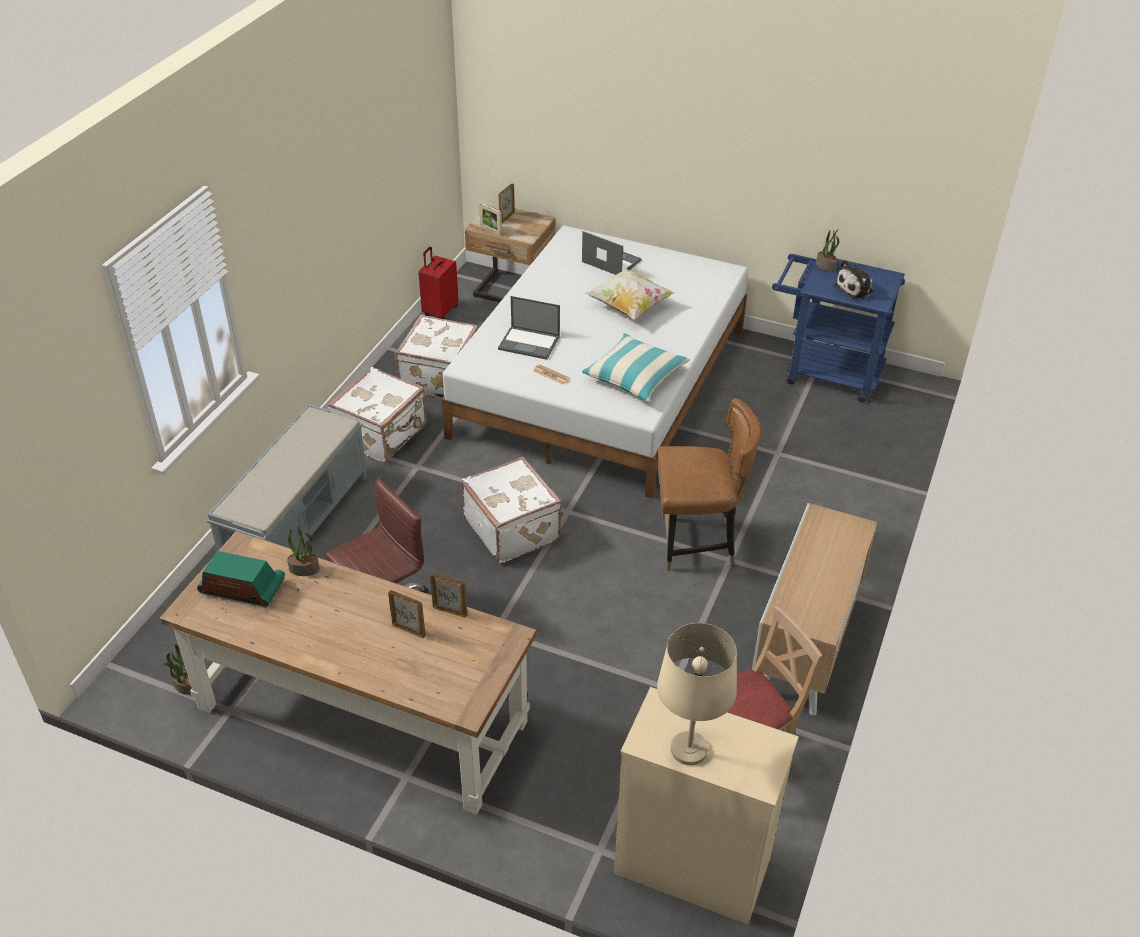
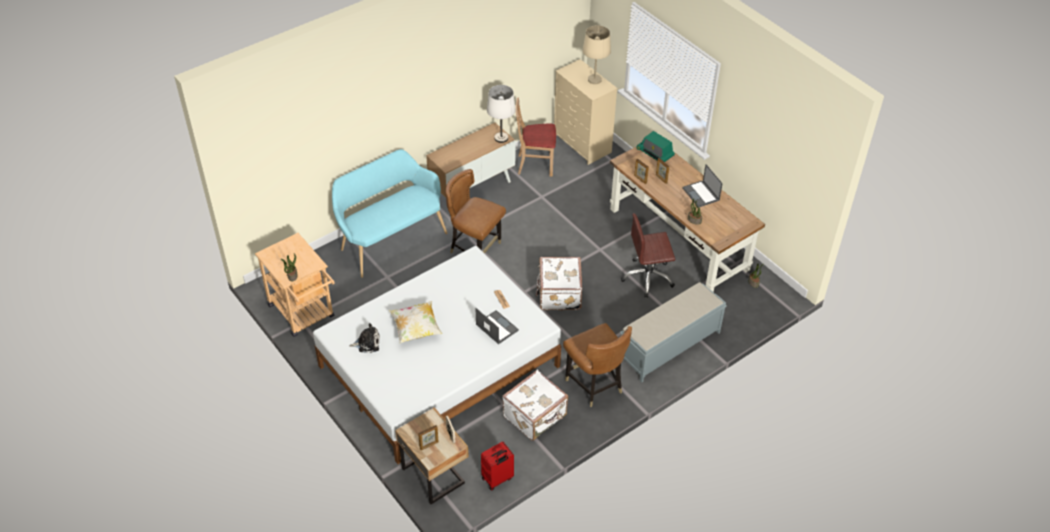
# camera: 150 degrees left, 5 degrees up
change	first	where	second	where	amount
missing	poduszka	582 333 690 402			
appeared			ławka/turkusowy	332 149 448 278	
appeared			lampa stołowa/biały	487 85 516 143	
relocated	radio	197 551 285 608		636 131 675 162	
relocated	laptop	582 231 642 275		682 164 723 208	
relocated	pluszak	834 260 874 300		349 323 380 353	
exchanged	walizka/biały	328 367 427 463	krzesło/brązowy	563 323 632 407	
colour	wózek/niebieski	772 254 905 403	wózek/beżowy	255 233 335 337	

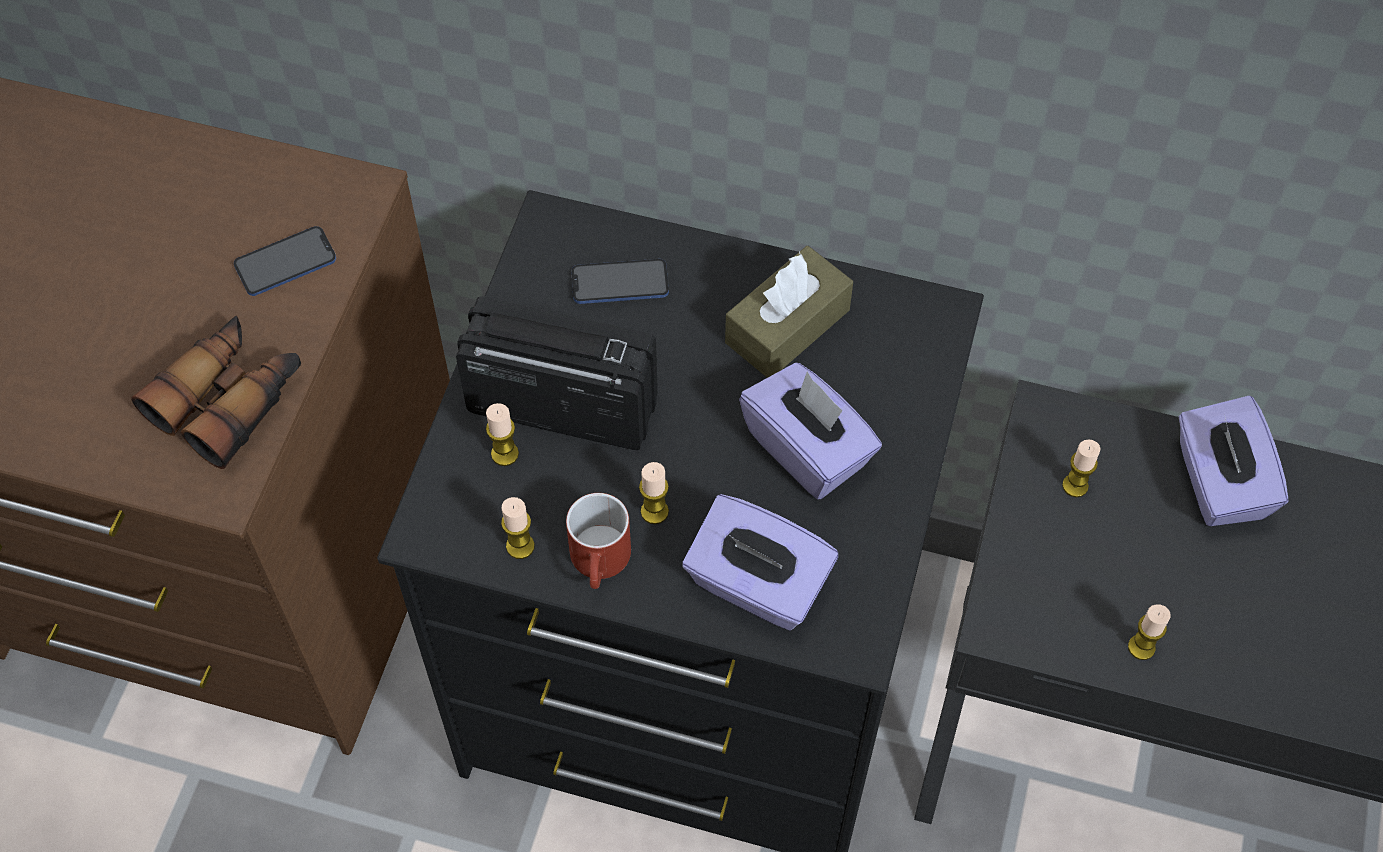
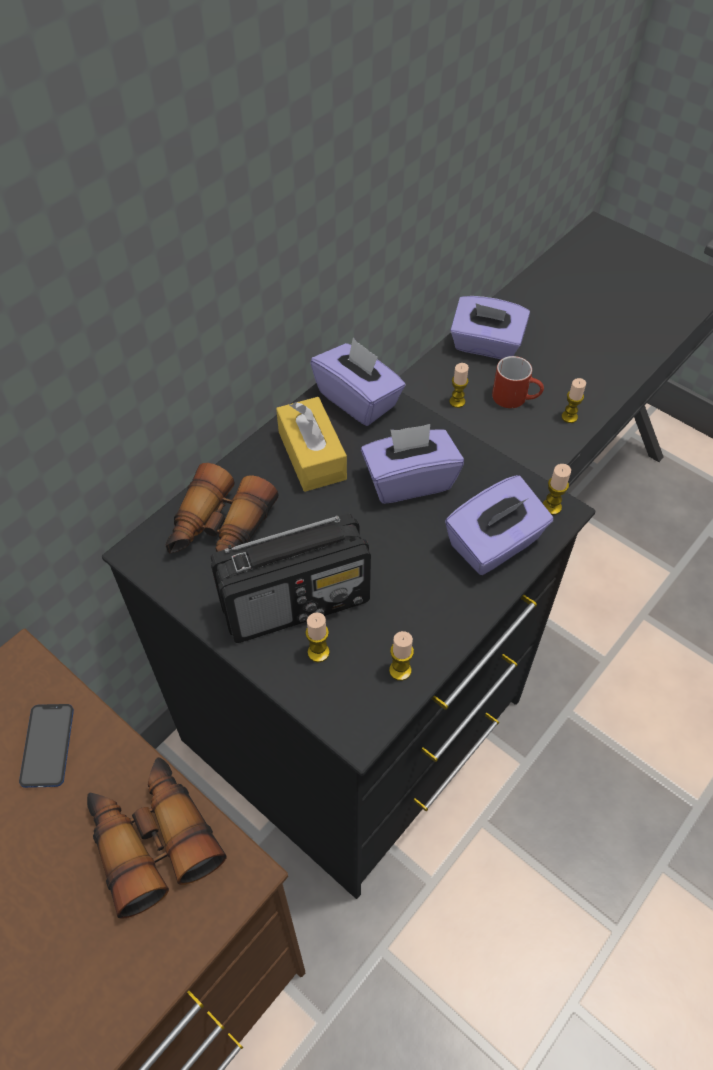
# camera: 65 degrees left, 5 degrees down
change	first	where	second	where	amount
appeared			pudełko chusteczek/fioletowy	310 338 406 426	
relocated	kubek/czerwony	566 493 631 589		492 356 544 408	
relocated	świeca	639 462 669 524		543 464 571 515	
exchanged	telefon	571 259 669 304	lornetka	166 463 279 553	
colour	pudełko chusteczek/brązowy	725 246 853 378	pudełko chusteczek/żółty	276 397 347 492	
spun	radio	456 296 658 451		211 514 371 643	150 degrees counterclockwise

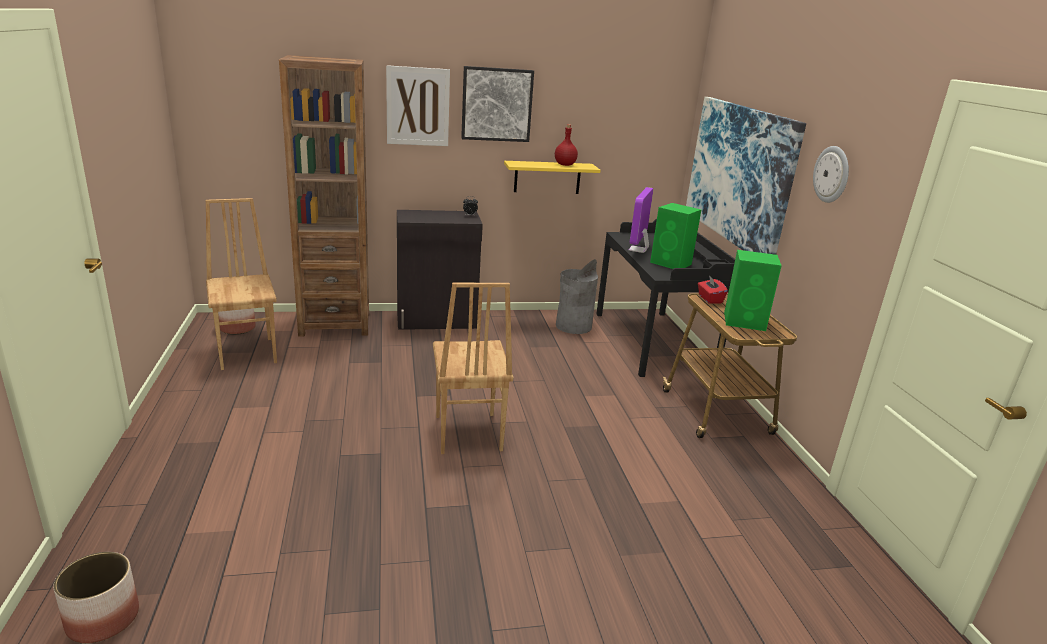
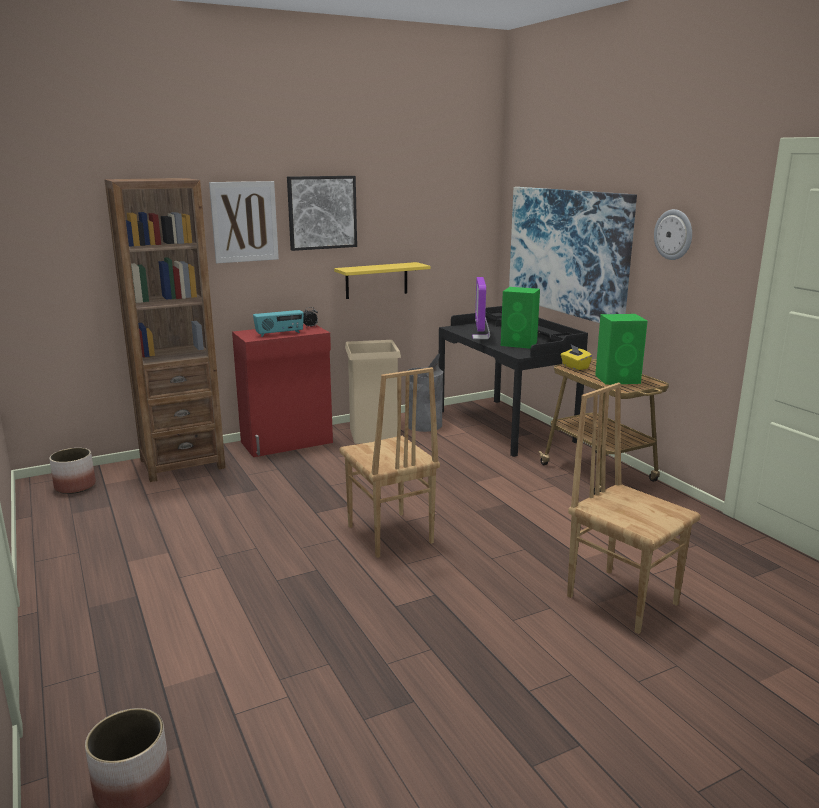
# camera: 15 degrees left, 5 degrees down
change	first	where	second	where	amount
missing	butelka/czerwony	555 124 578 166			
appeared			radio	253 310 304 337	
appeared			kosz na śmieci/beżowy	345 340 401 444	
relocated	krzesło/brązowy	205 198 277 370		567 383 701 634	
colour	szafka/czarny	397 210 483 330	szafka/czerwony	232 324 333 457	
colour	pudełko chusteczek/czerwony	698 275 728 304	pudełko chusteczek/żółty	561 345 592 370	

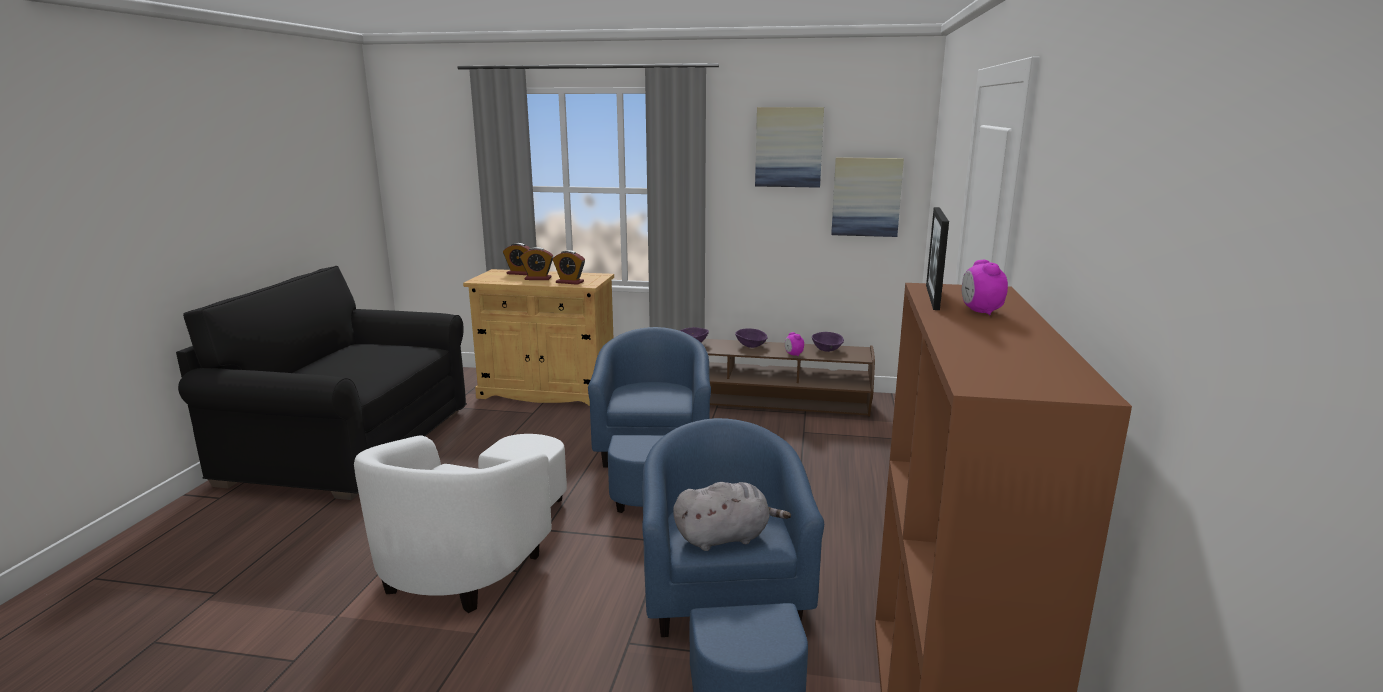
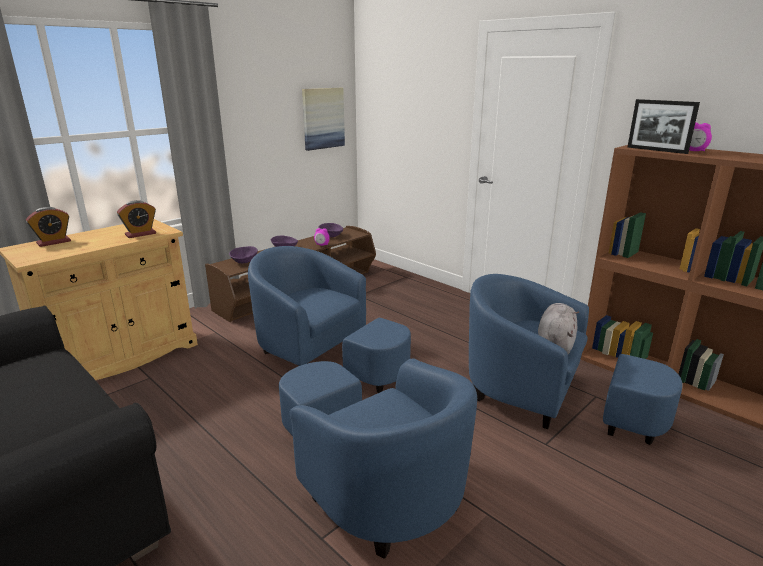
# camera: 55 degrees left, 5 degrees up
change	first	where	second	where	amount
missing	budzik	520 247 553 280			
missing	obraz	755 107 824 188			
colour	fotel/biały	354 434 567 613	fotel/niebieski	279 359 477 559	

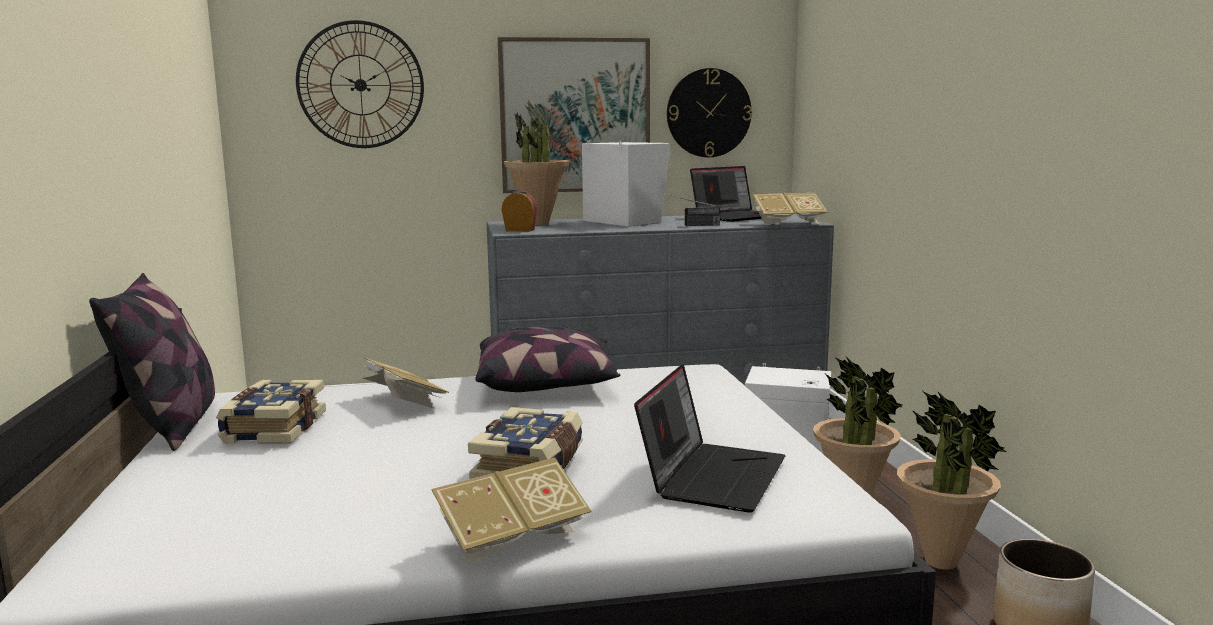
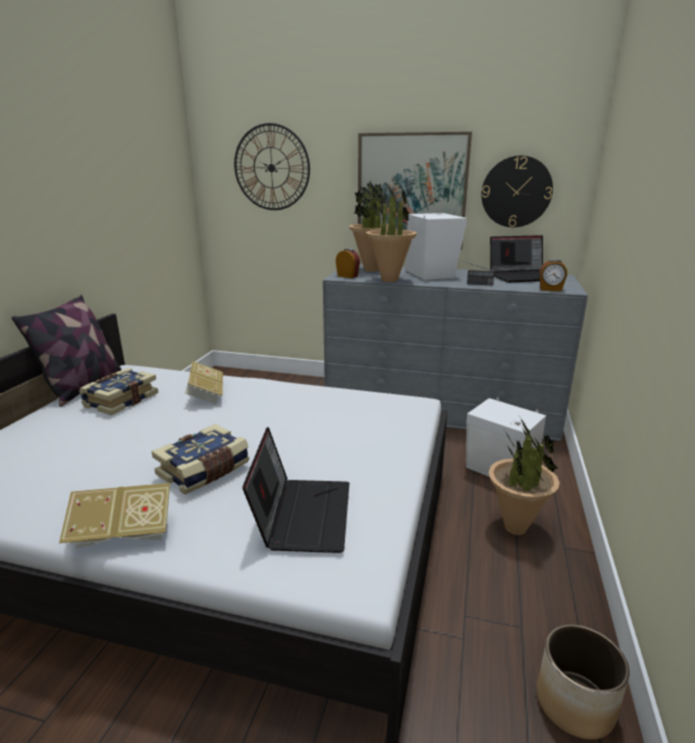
# camera: 25 degrees right, 10 degrees up
change	first	where	second	where	amount
missing	poduszka	475 327 620 392			
relocated	roślina doniczkowa	897 391 1006 569		366 184 417 282	
exchanged	książka	753 193 828 226	budzik	540 259 567 292	
spun	laptop	634 364 786 513		242 427 349 553	45 degrees counterclockwise

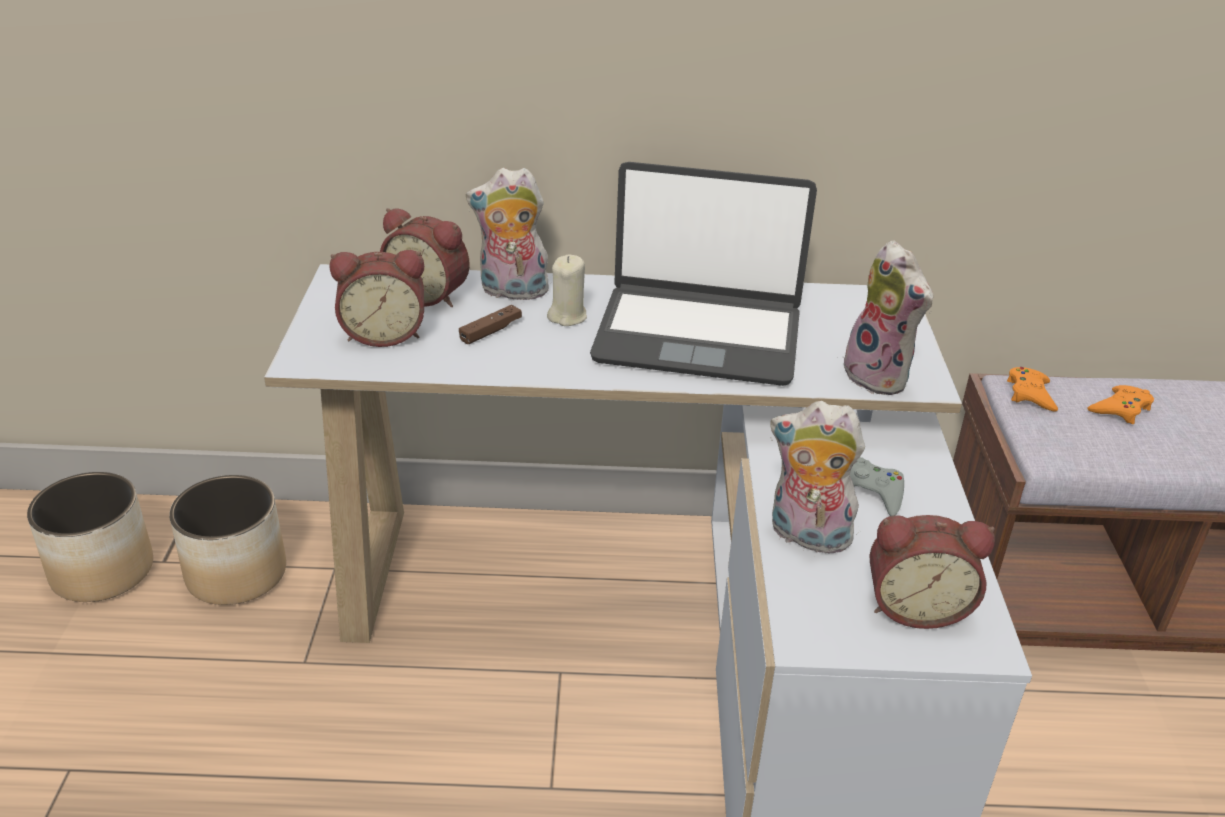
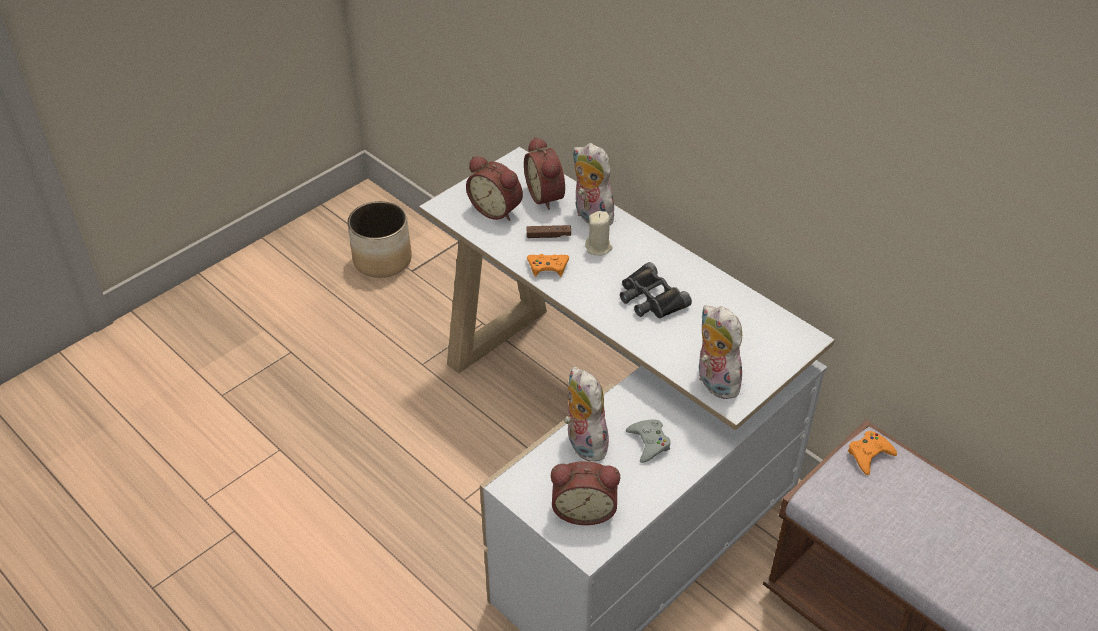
# camera: 45 degrees right, 10 degrees up
change	first	where	second	where	amount
missing	donica	169 475 286 605			
relocated	pad do gier/pomarańczowy	1087 385 1154 424		527 254 569 277	
exchanged	laptop	590 162 817 386	lornetka/czarny	620 262 692 319	
spun	pluszak	844 240 933 395		699 305 743 399	135 degrees clockwise
spun	budzik	869 515 995 629		551 461 620 525	45 degrees counterclockwise

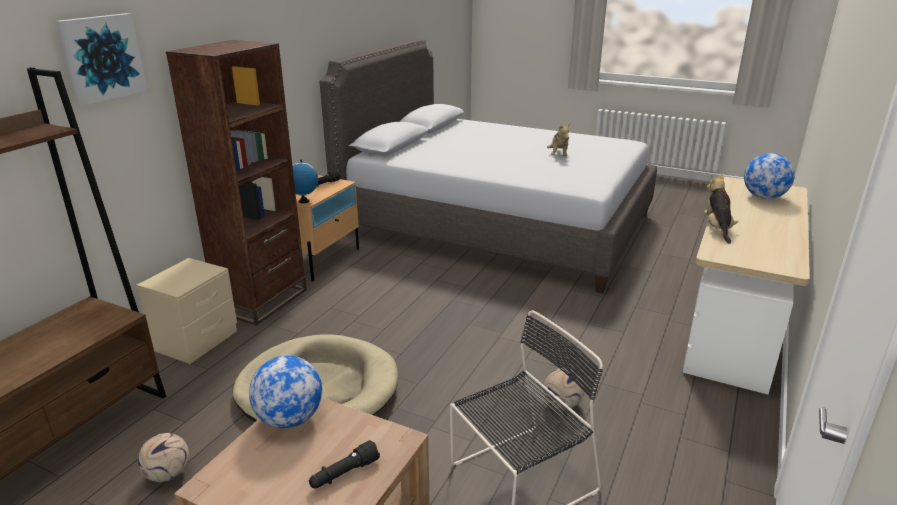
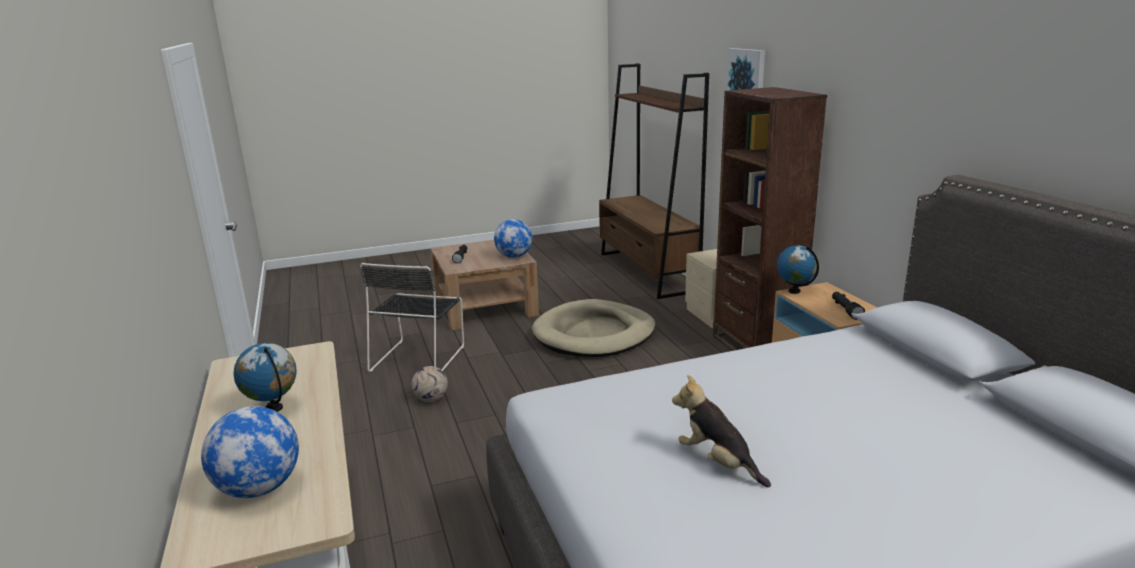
# camera: 135 degrees right, 5 degrees down
change	first	where	second	where	amount
missing	piłka futbolowa	138 433 189 482			
missing	pluszak	704 174 738 244			
appeared			globus	233 343 297 412	

